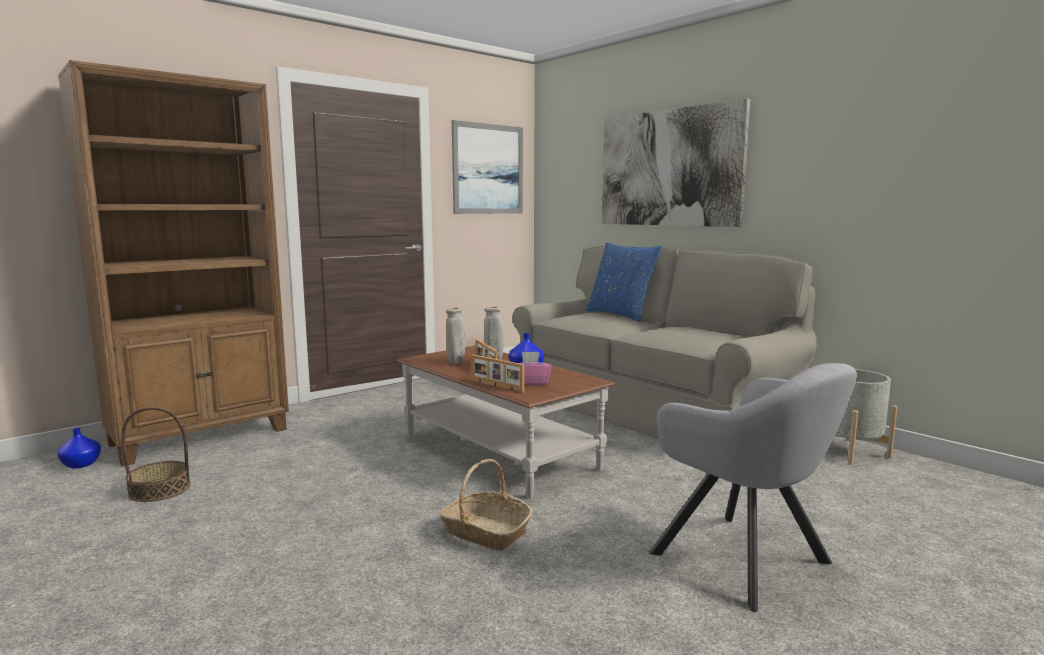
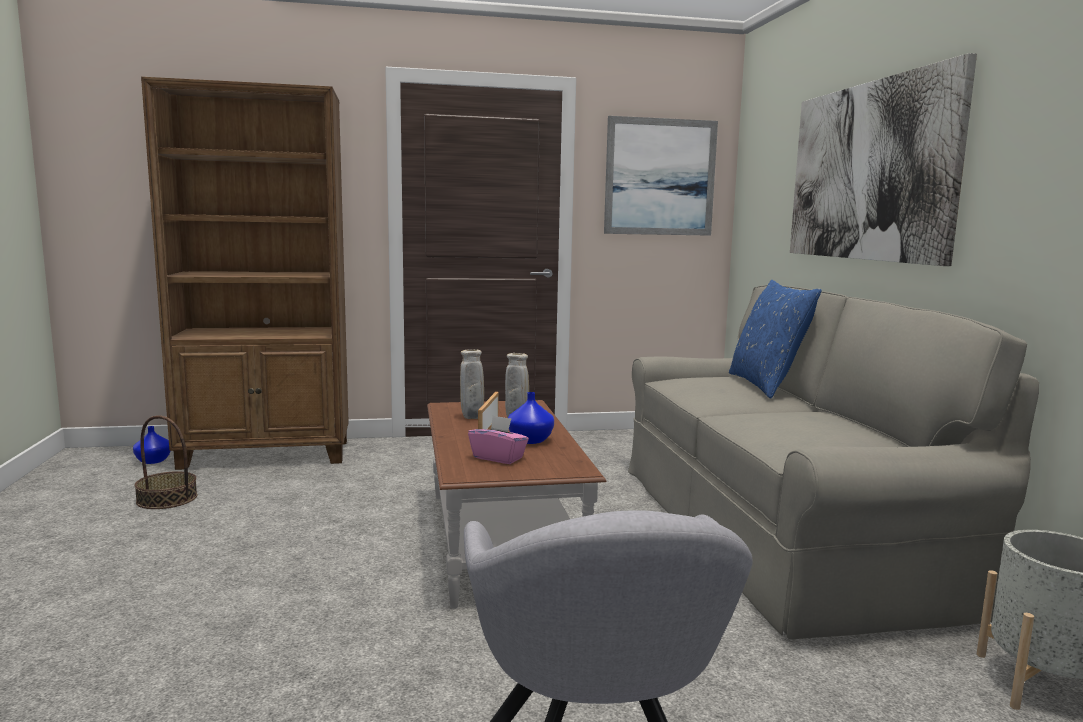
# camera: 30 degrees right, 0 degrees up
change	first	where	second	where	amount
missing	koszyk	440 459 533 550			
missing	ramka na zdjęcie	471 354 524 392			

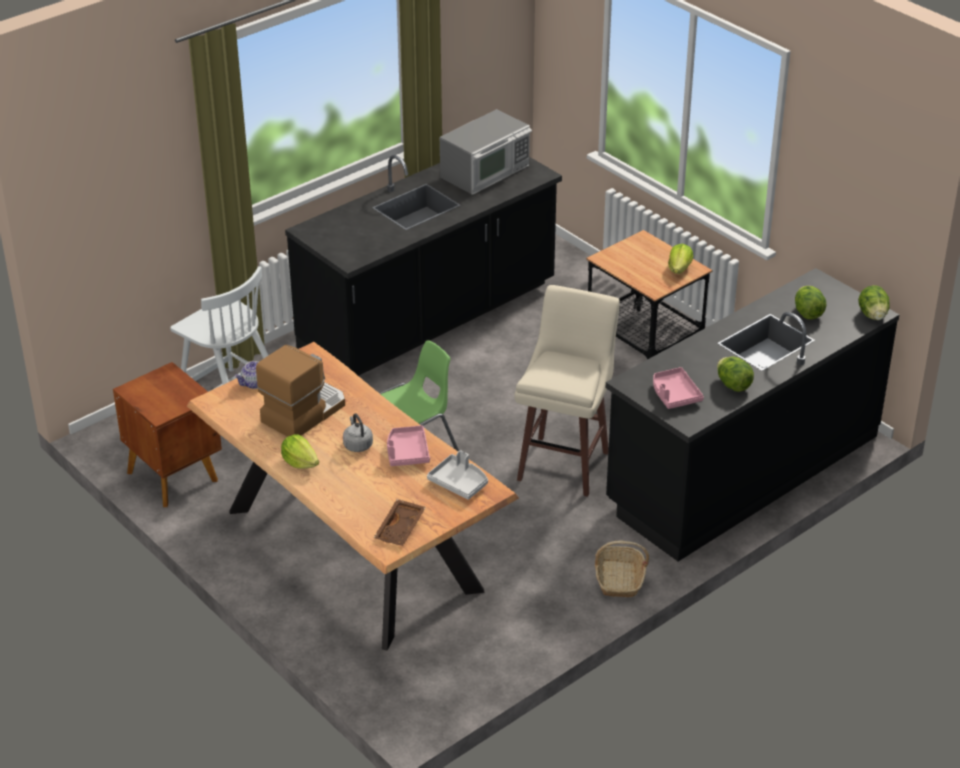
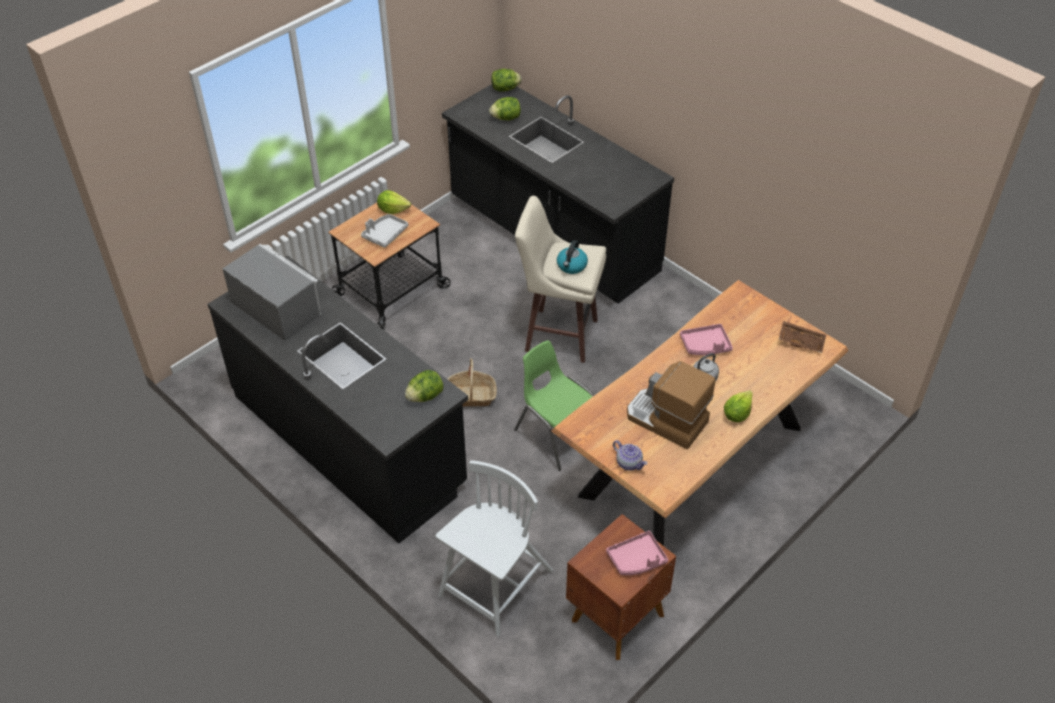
# camera: 95 degrees left, 10 degrees up
change	first	where	second	where	amount
appeared			czajnik	557 240 588 274	
relocated	taca/szary	427 450 488 500		361 214 409 248	
relocated	koszyk	595 541 649 597		447 358 497 407	
relocated	taca/różowy	653 367 704 409		606 531 668 575	
relocated	sałata	717 356 754 392		405 370 444 402	

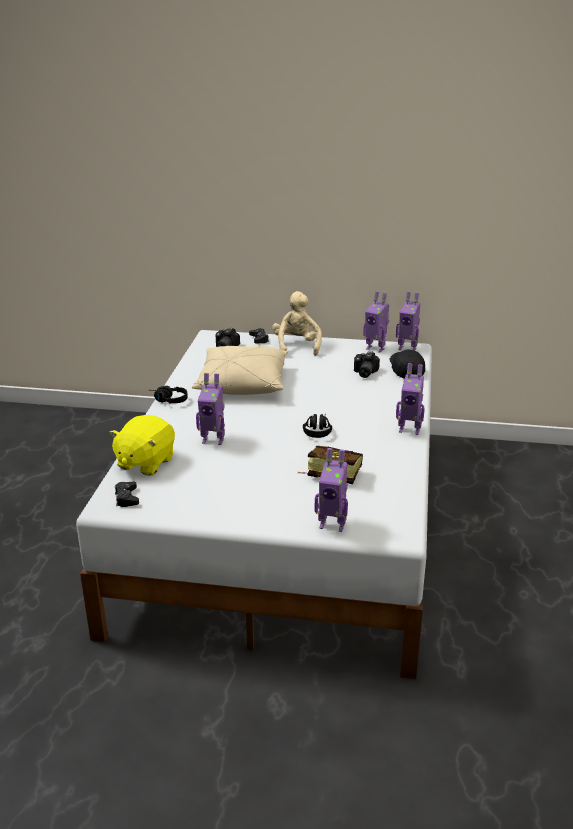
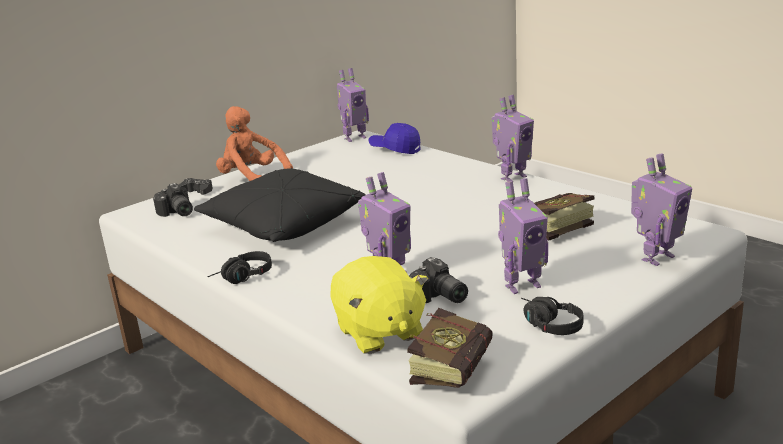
# camera: 50 degrees left, 5 degrees down
change	first	where	second	where	amount
relocated	słuchawki/czarny	303 413 332 438		521 297 584 335	
relocated	aparat fotograficzny	354 351 380 378		409 257 468 303	
relocated	robot zabawkowy	363 291 389 352		498 178 548 294	
exchanged	pad do gier/czarny	115 481 139 507	książka	407 308 493 388	
colour	poduszka/beżowy	192 346 288 395	poduszka/czarny	194 169 366 242	
colour	pluszak/beżowy	272 291 322 356	pluszak/pomarańczowy	216 106 293 181	
colour	czapka z daszkiem/czarny	389 349 425 379	czapka z daszkiem/niebieski	368 123 421 154	

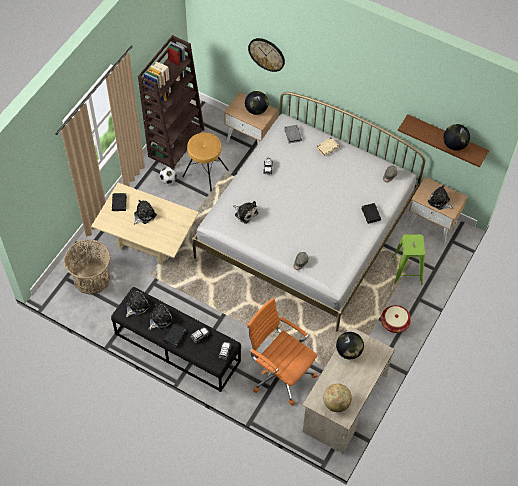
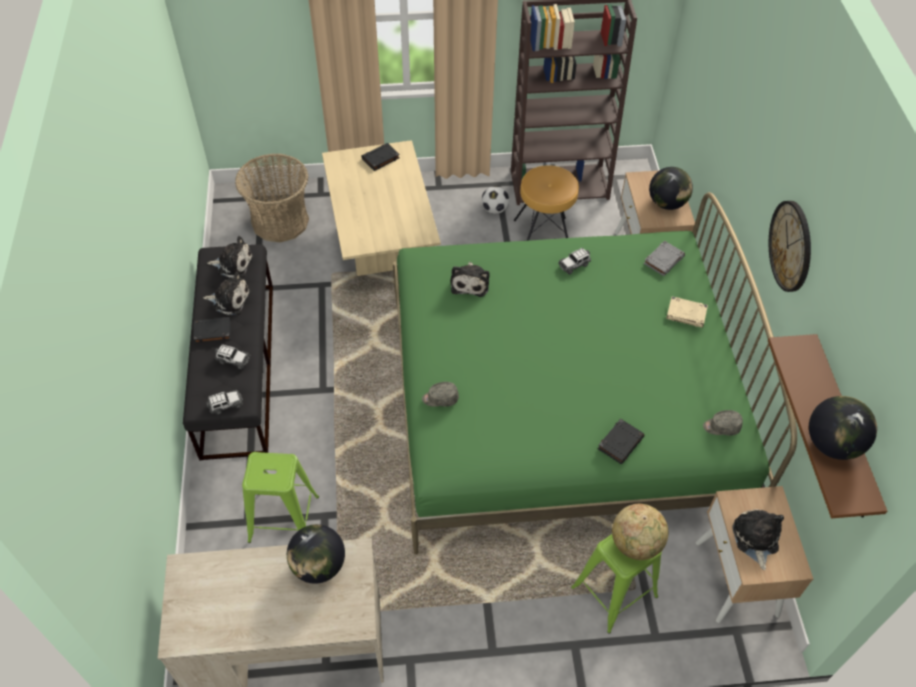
# camera: 55 degrees right, 5 degrees down
change	first	where	second	where	amount
missing	pluszak	134 200 157 225			
missing	koszyk	381 305 411 333			
relocated	zegar ścienny	248 38 285 72		769 201 811 292	
relocated	globus	323 383 352 412		612 504 668 560	
exchanged	krzesło biurowe/pomarańczowy	247 298 317 405	stołek/zielony	242 452 319 543	
colour	łóżko/biały	192 92 425 331	łóżko/zielony	393 192 797 555	

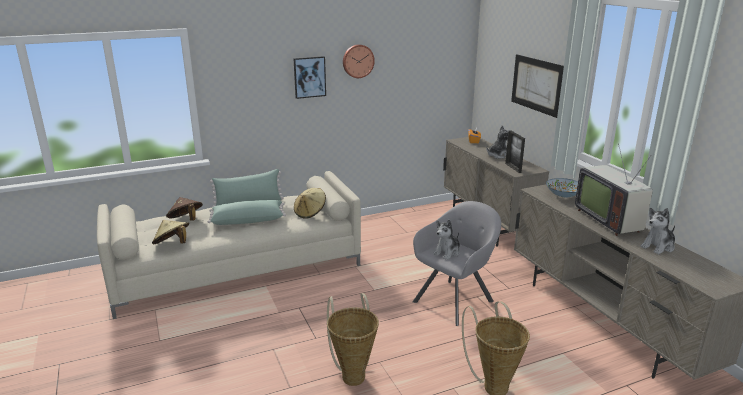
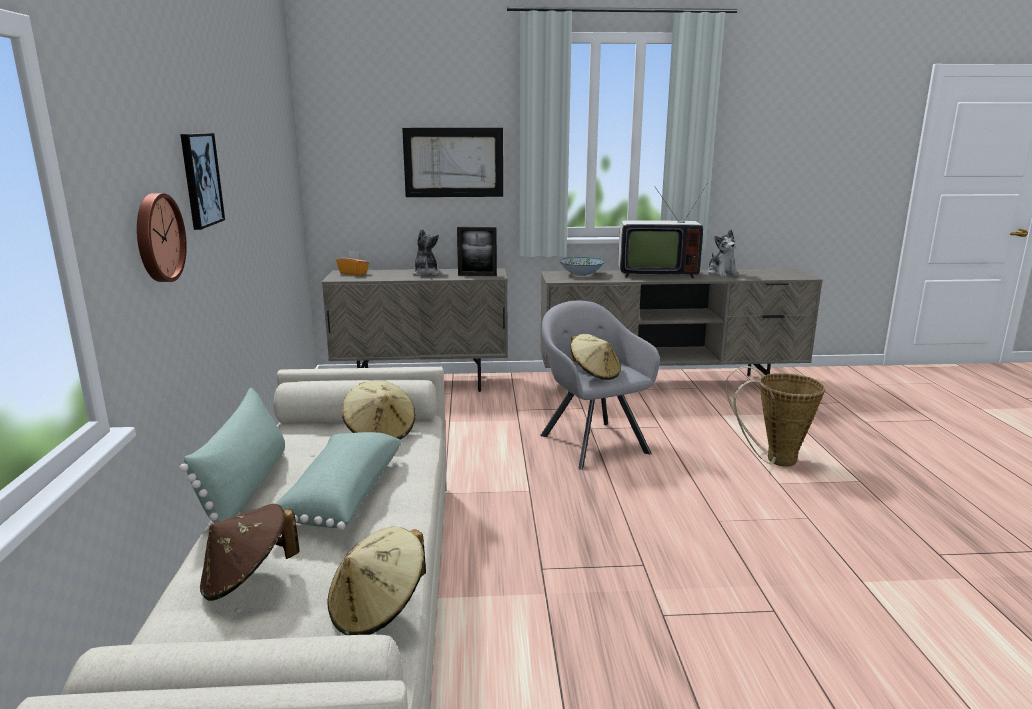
# camera: 70 degrees left, 5 degrees down
change	first	where	second	where	amount
missing	koszyk	327 293 379 386			
relocated	zegar ścienny	343 44 375 78		137 193 187 282	
exchanged	pluszak	433 220 460 260	kapelusz/beżowy	571 334 621 380	

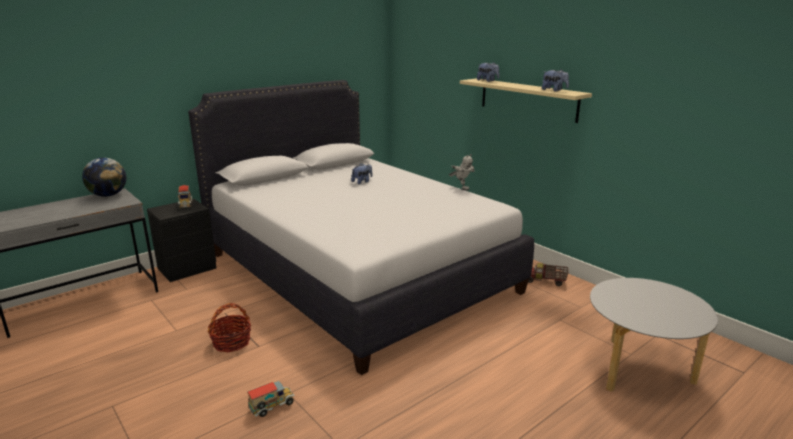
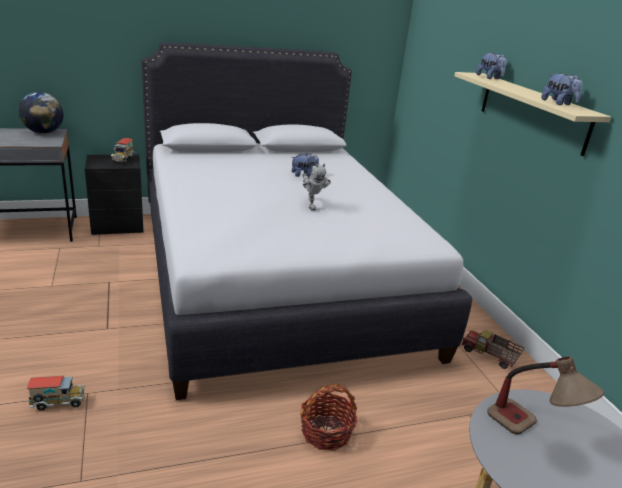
# camera: 20 degrees right, 5 degrees up
change	first	where	second	where	amount
appeared			lampa stołowa	487 357 604 435	
relocated	koszyk	208 303 251 352		300 384 357 451	
relocated	robot zabawkowy	449 154 475 190		302 164 331 211	

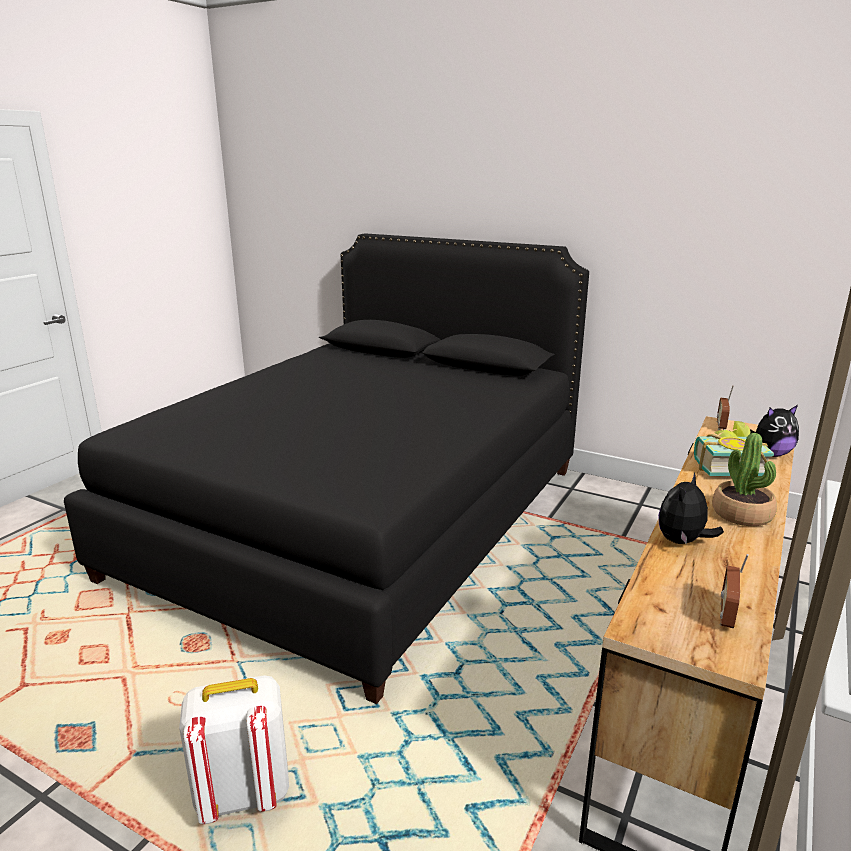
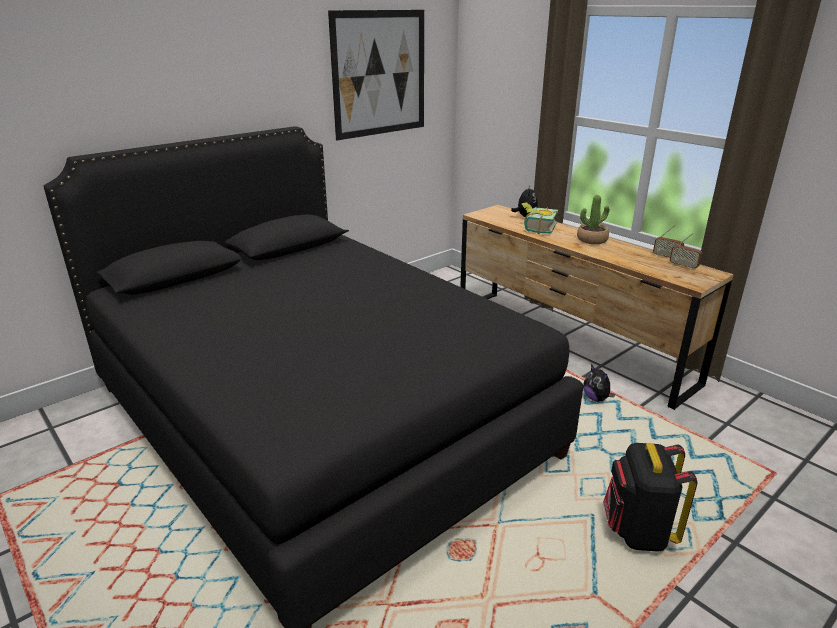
# camera: 70 degrees left, 5 degrees up
change	first	where	second	where	amount
appeared			obraz	328 10 424 140	
relocated	pluszak	658 472 724 545		583 364 615 402	
relocated	radio	717 385 734 430		653 225 684 257	
colour	plecak/biały	179 675 289 824	plecak/czarny	603 443 697 552	

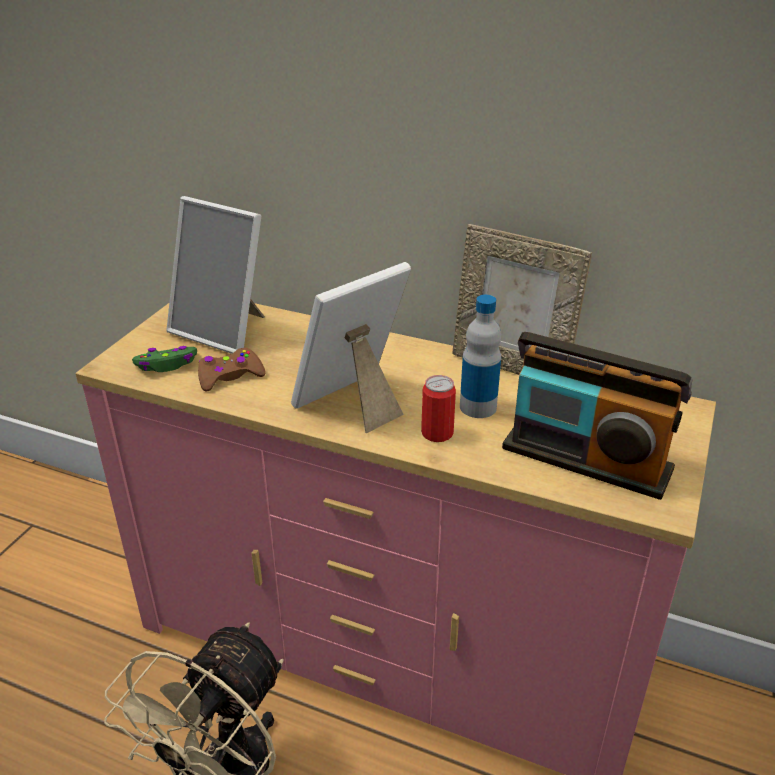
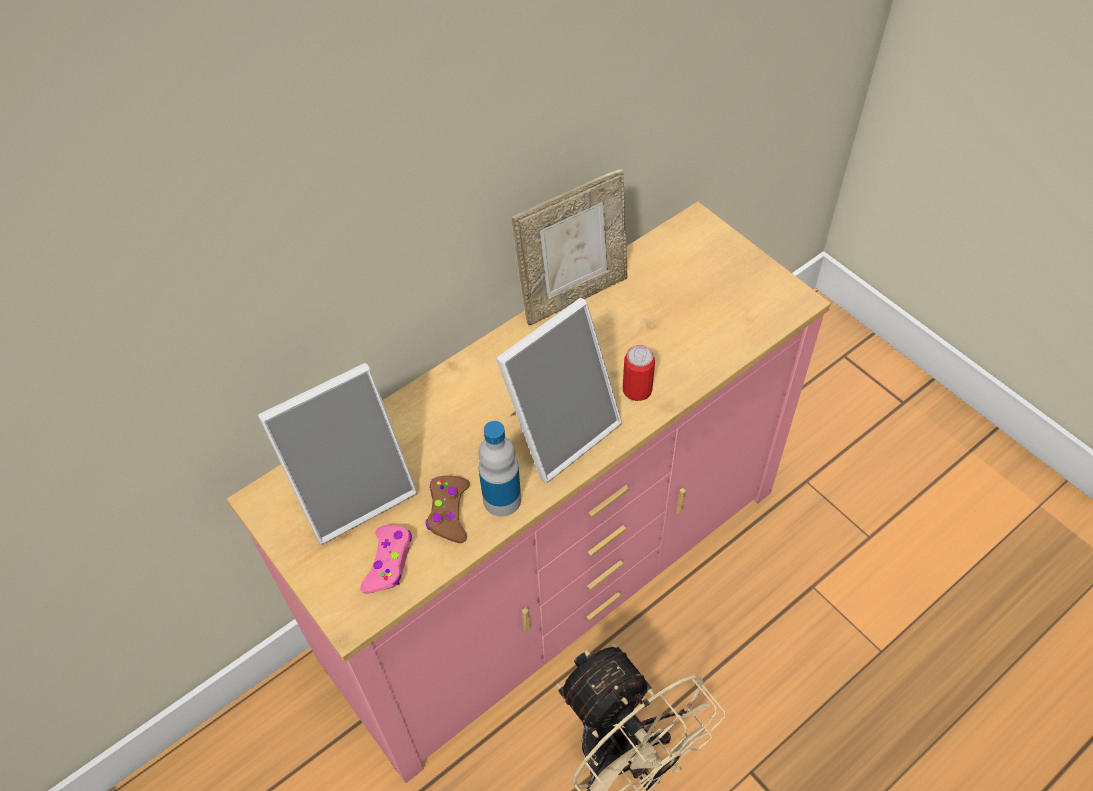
# camera: 60 degrees left, 20 degrees up
change	first	where	second	where	amount
missing	radio	502 332 692 500			
relocated	butelka	460 295 501 418		478 421 521 516	
colour	pad do gier/zielony	132 346 197 372	pad do gier/różowy	360 525 412 594	
spun	ramka na zdjęcie	291 262 411 433		496 298 622 483	120 degrees counterclockwise

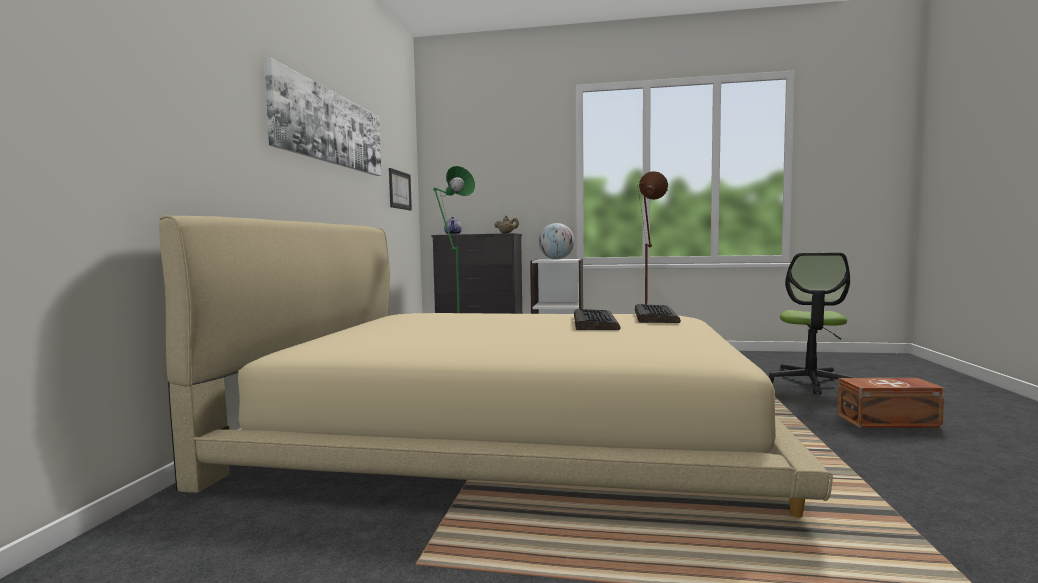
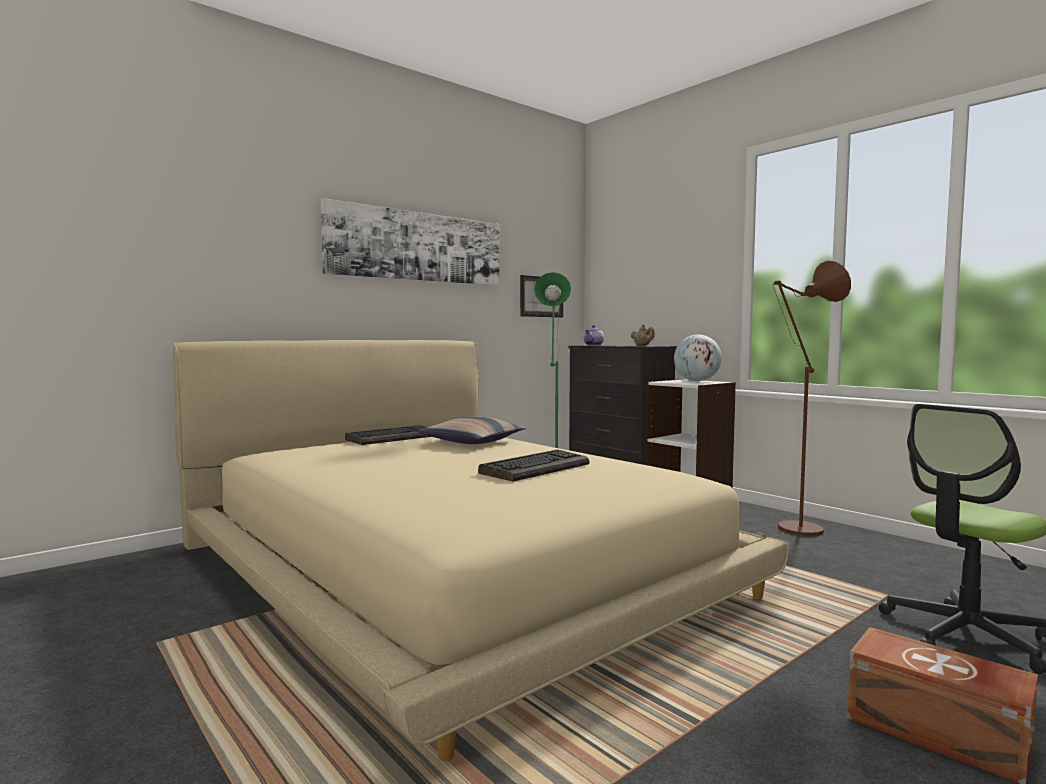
# camera: 40 degrees right, 0 degrees up
change	first	where	second	where	amount
appeared			poduszka	417 417 526 444	
relocated	klawiatura	635 304 681 323		345 425 431 445	

